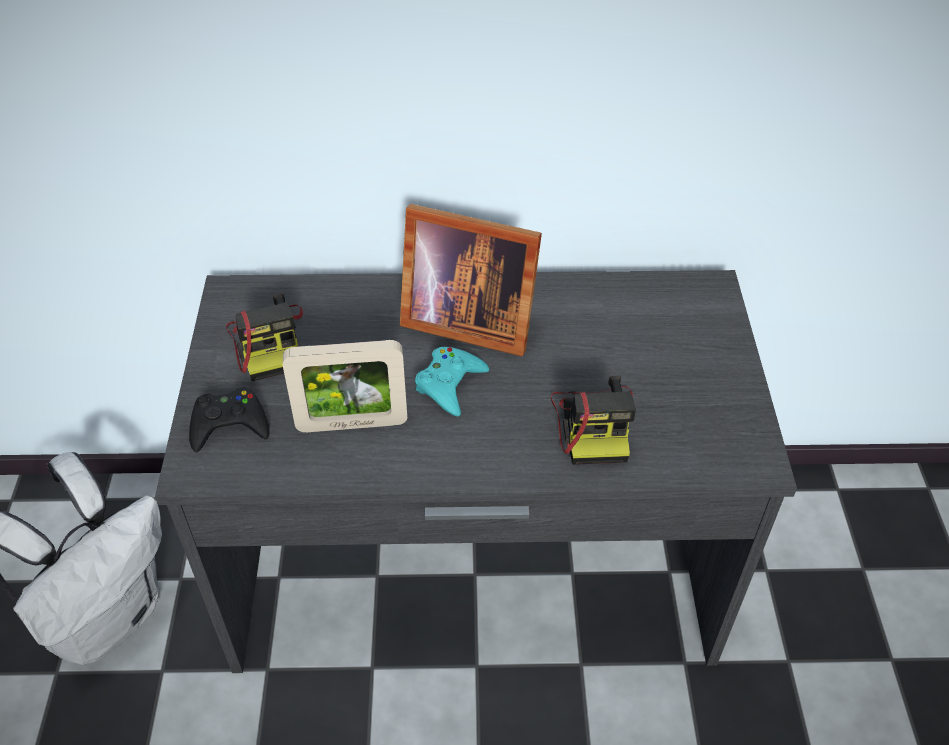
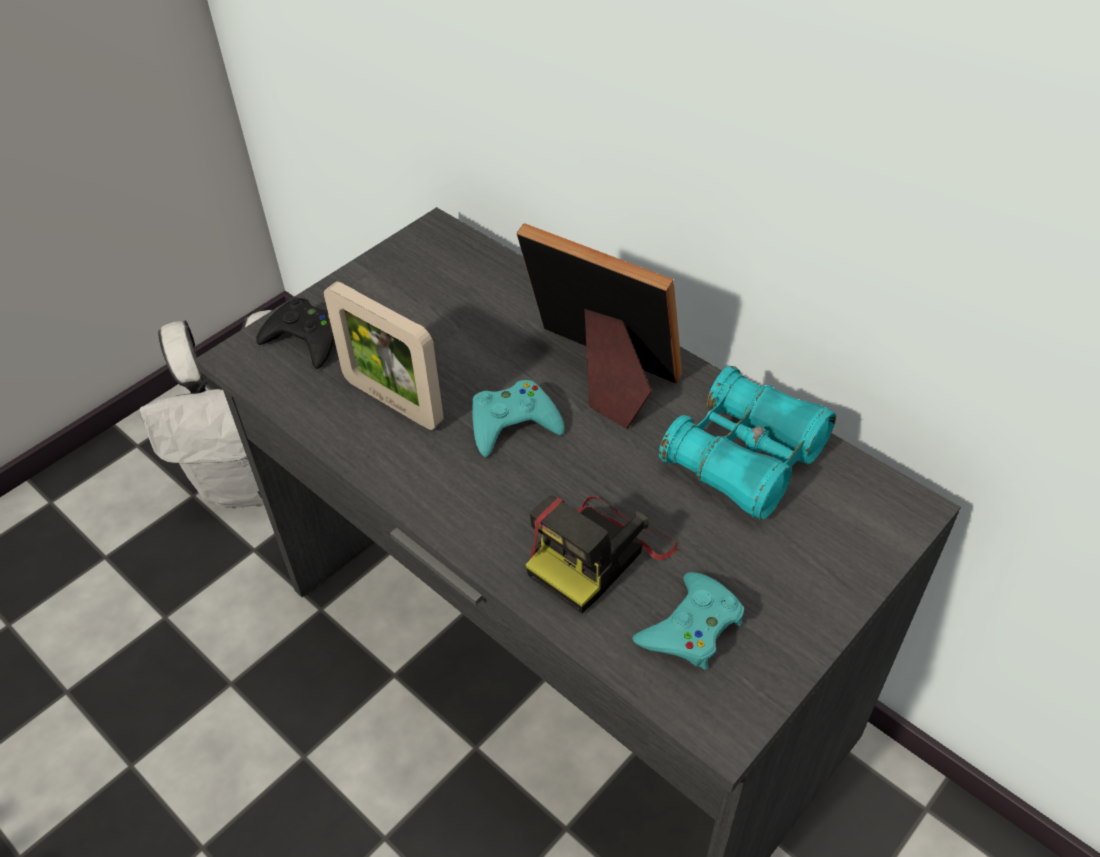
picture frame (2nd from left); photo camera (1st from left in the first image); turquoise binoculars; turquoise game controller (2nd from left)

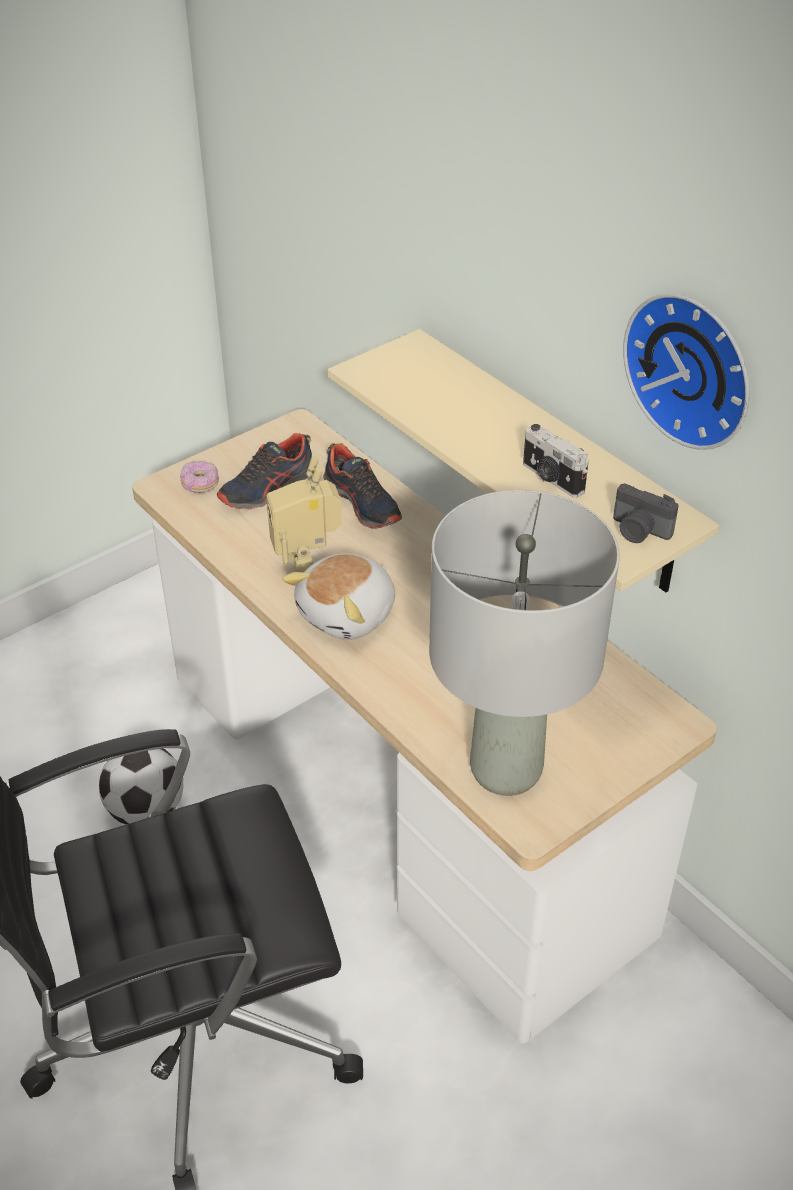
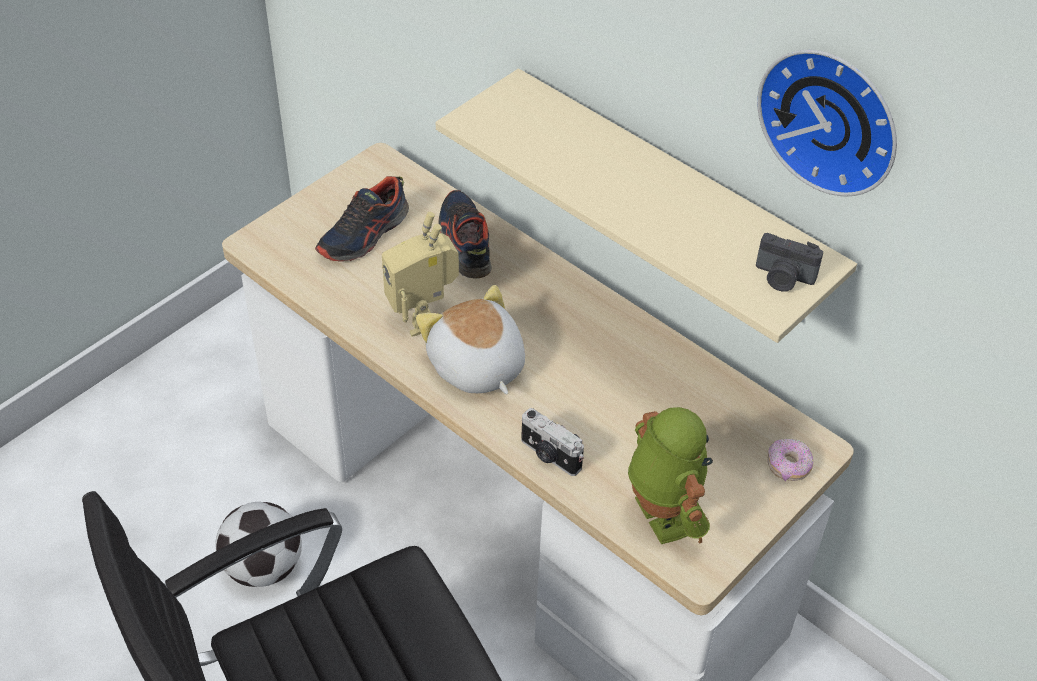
photo camera (1st from left); shoe (2nd from left); donut; toy robot (2nd from left); plush toy

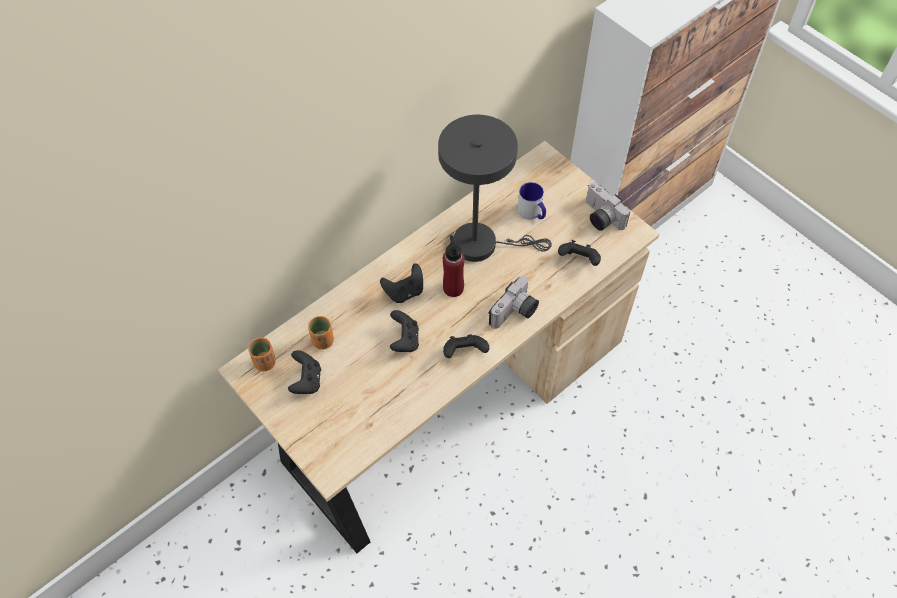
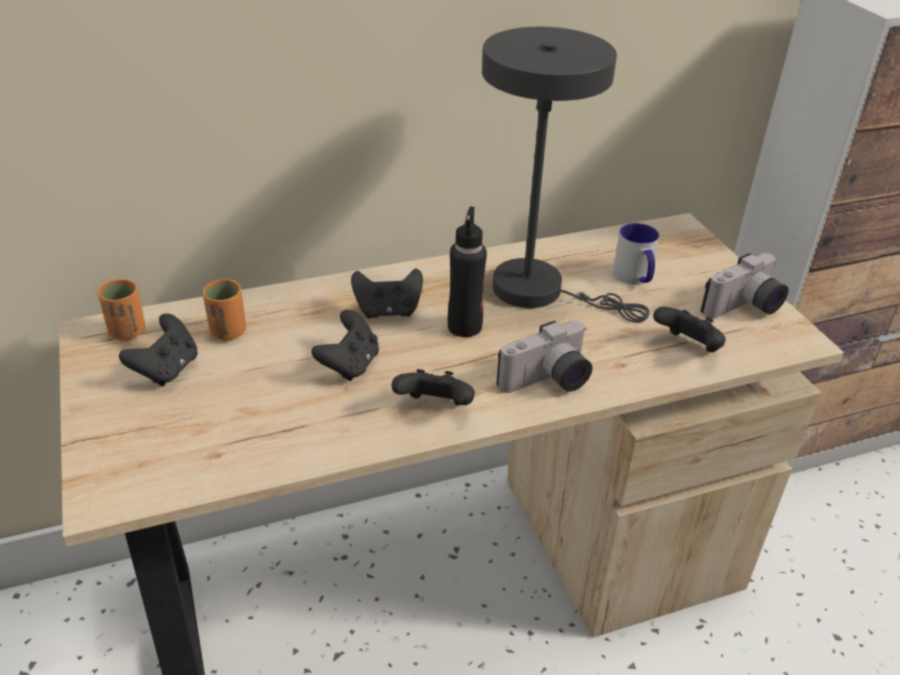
photo camera (2nd from left); black bottle

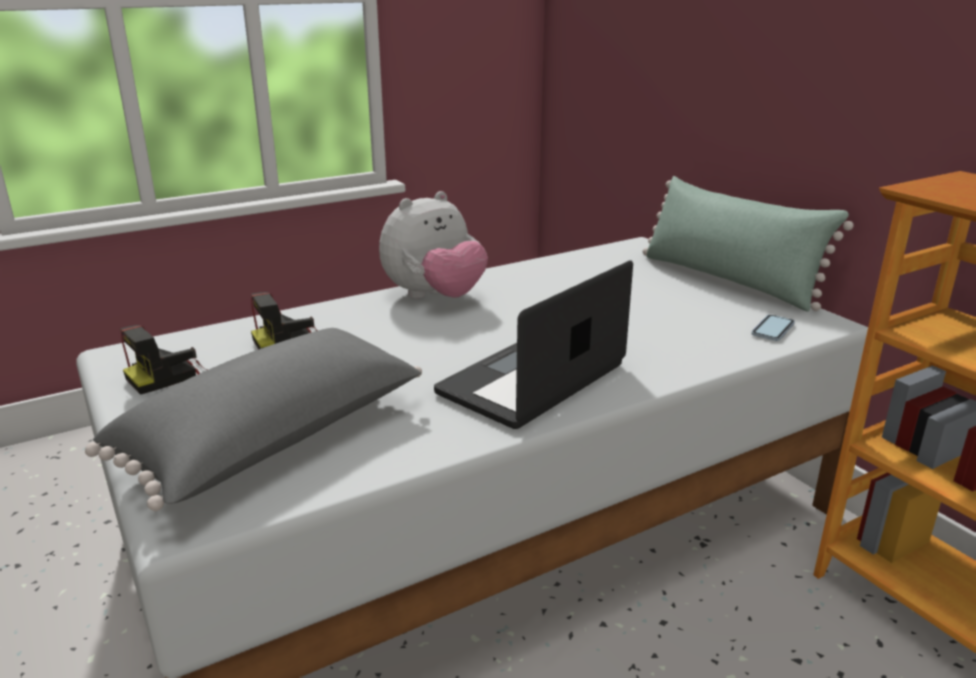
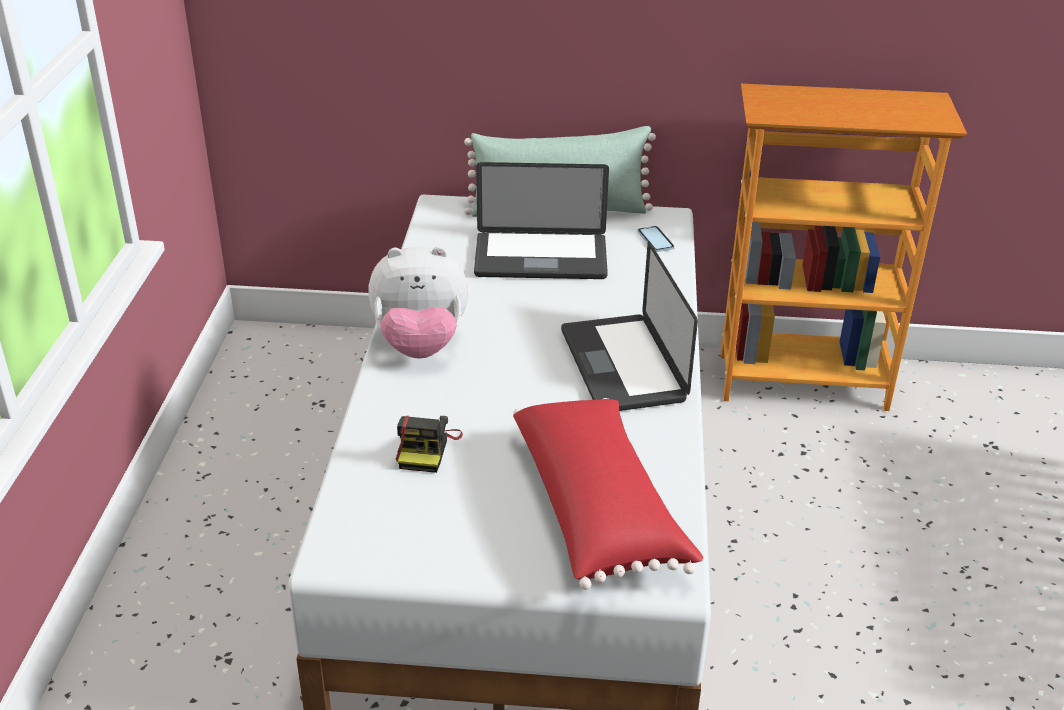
plush toy; photo camera (1st from left in the first image); red pillow; laptop (1st from left)

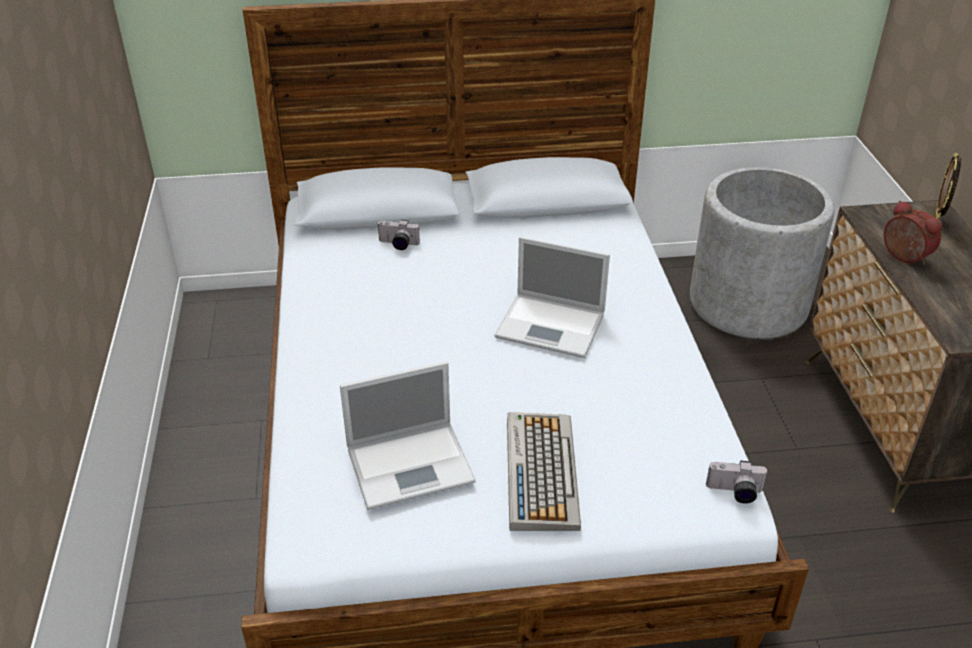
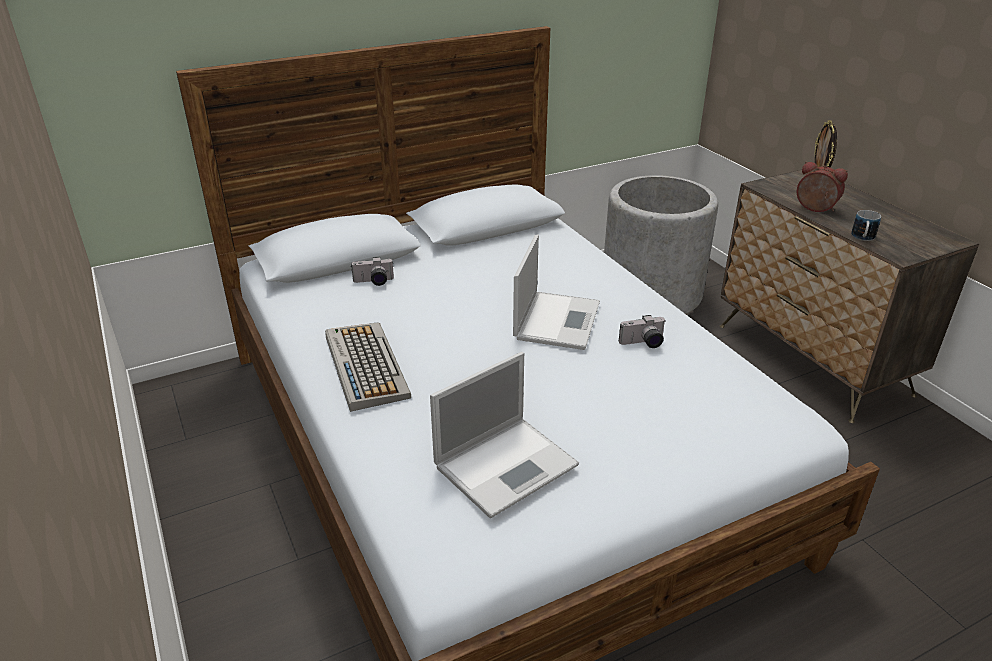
laptop (2nd from left); keyboard; photo camera (2nd from left); mug

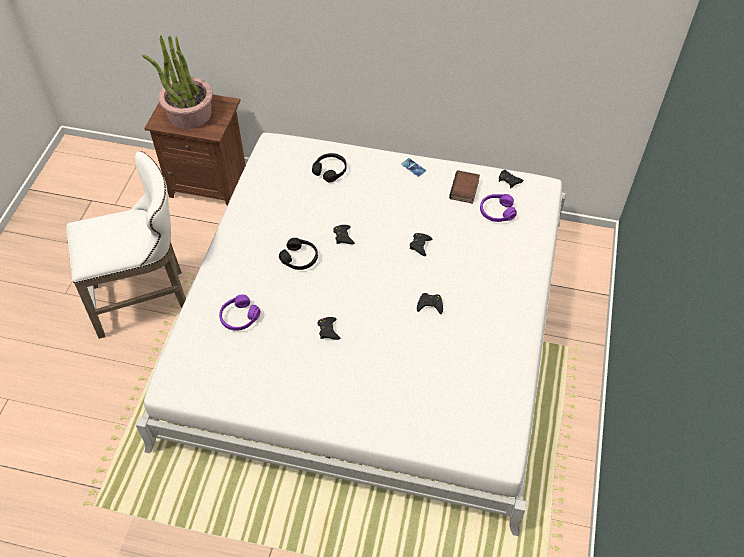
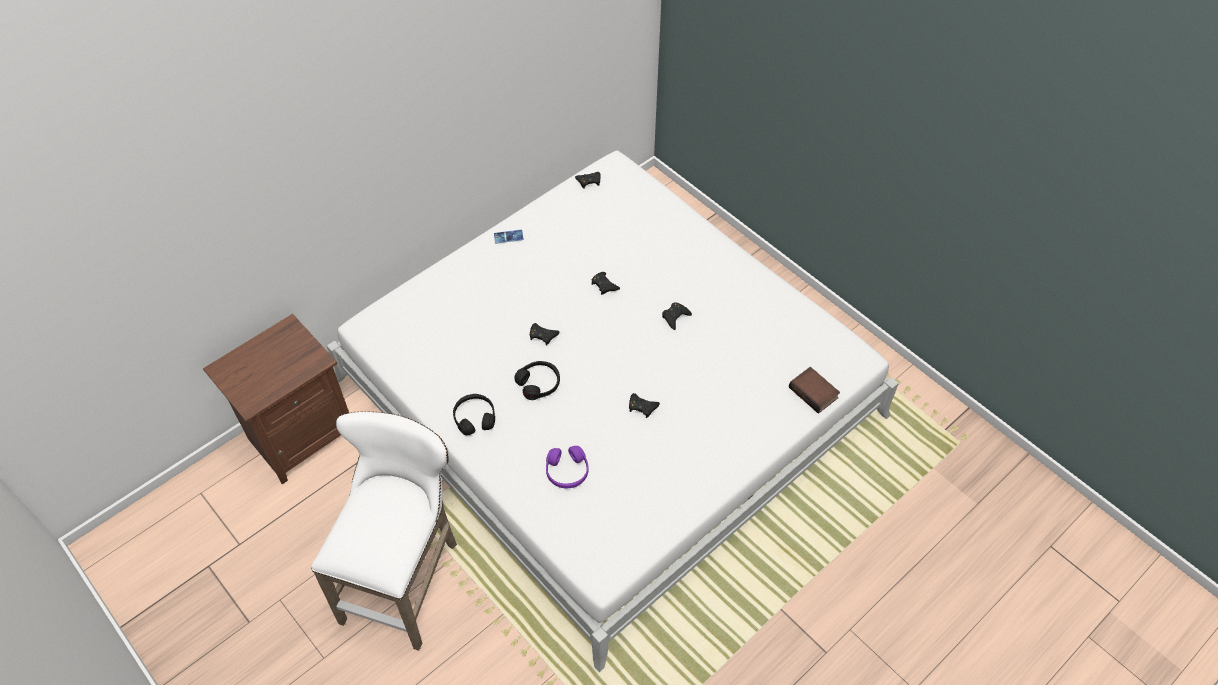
potted plant; black headphones (1st from left); book; purple headphones (2nd from left in the first image)

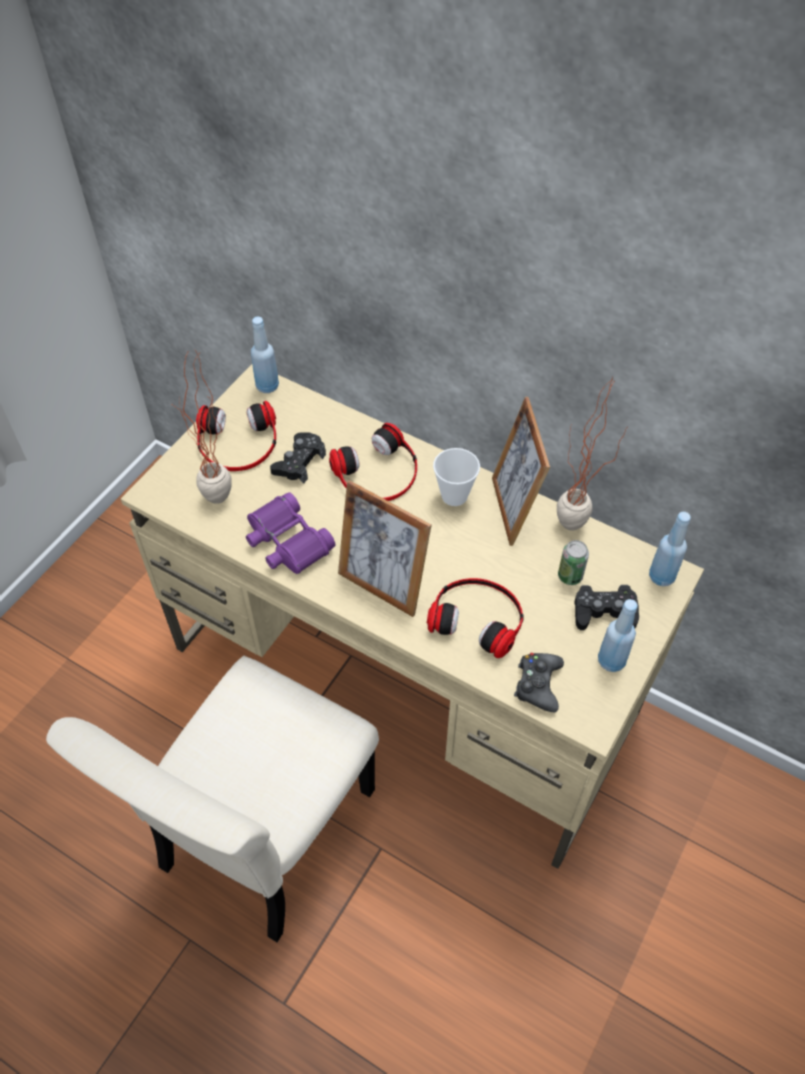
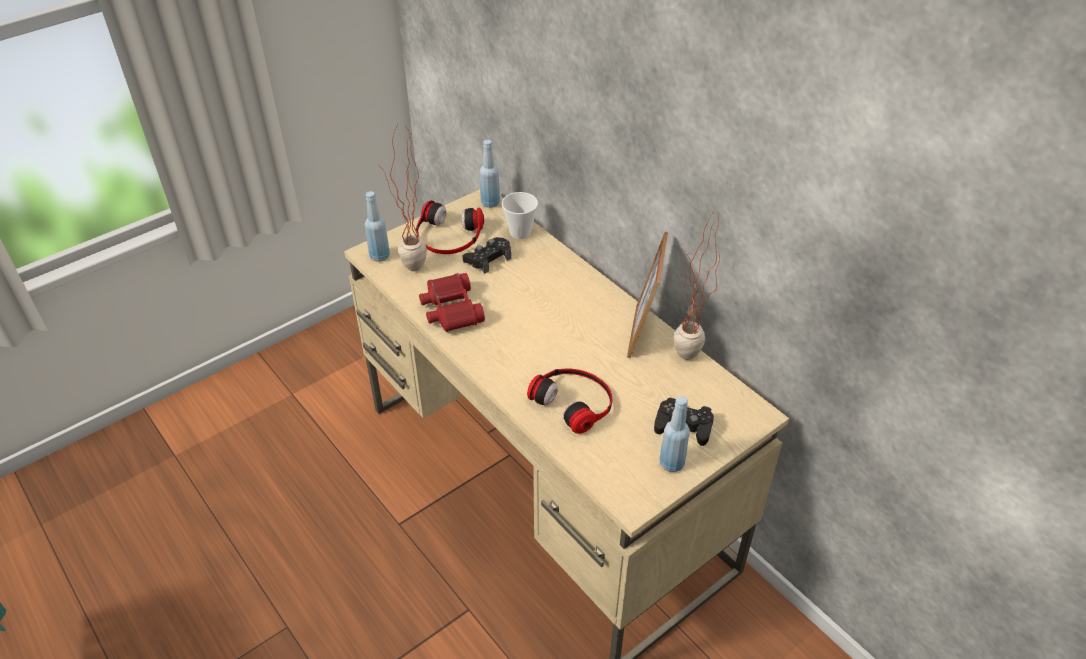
headphones (2nd from left in the first image); cup; picture frame (1st from left in the first image); red binoculars; blue bottle (1st from left); can; black game controller (2nd from left in the first image); beige chair

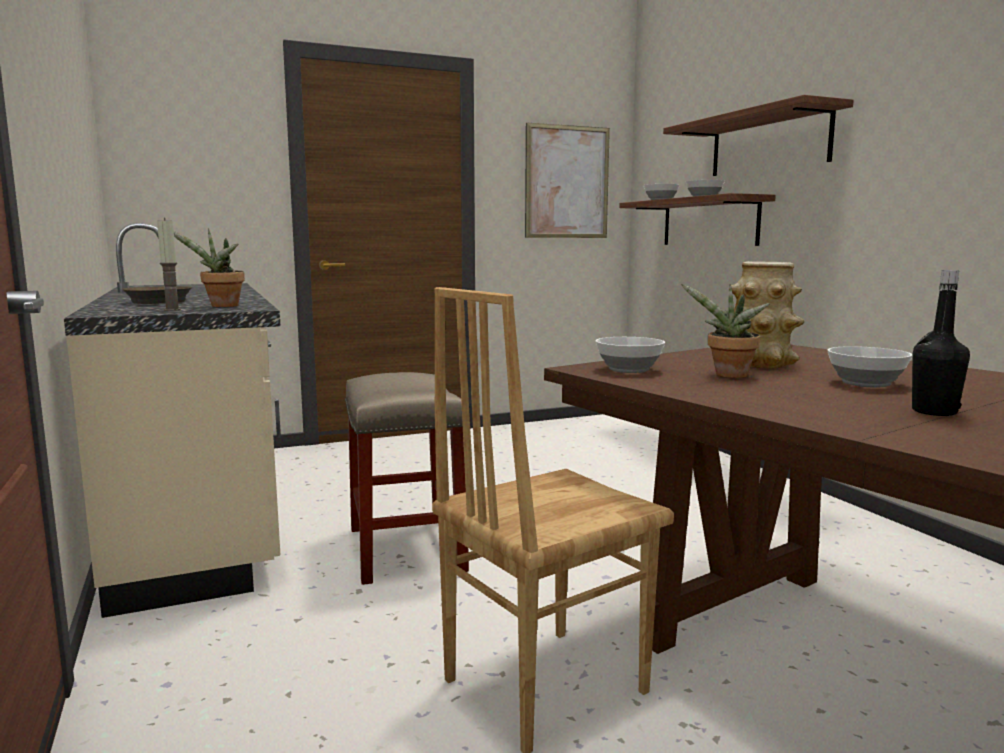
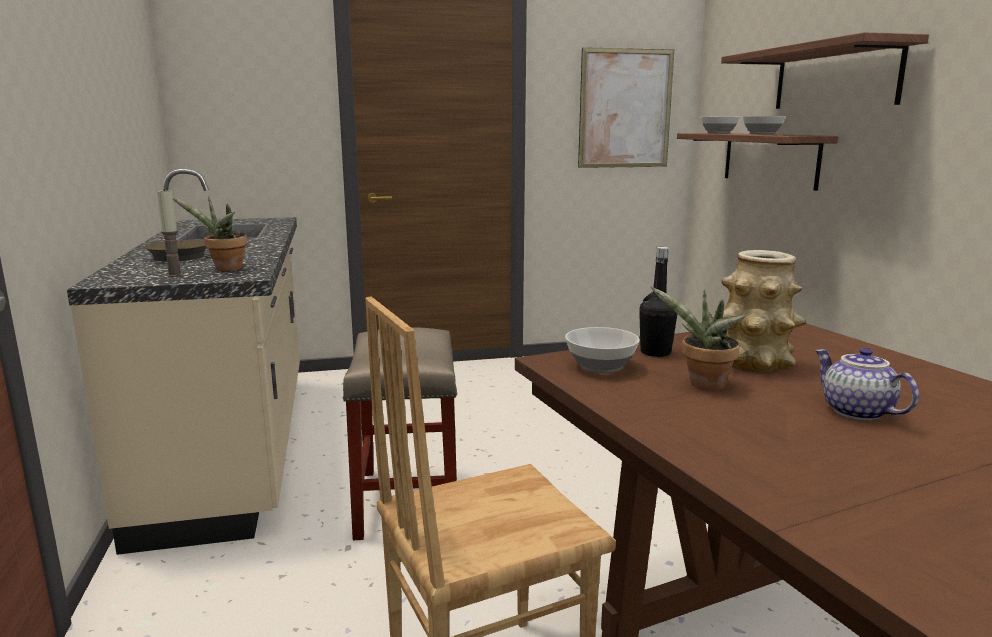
black bottle; teapot

